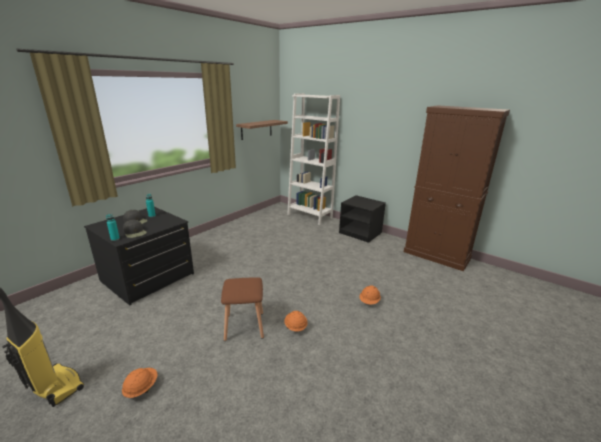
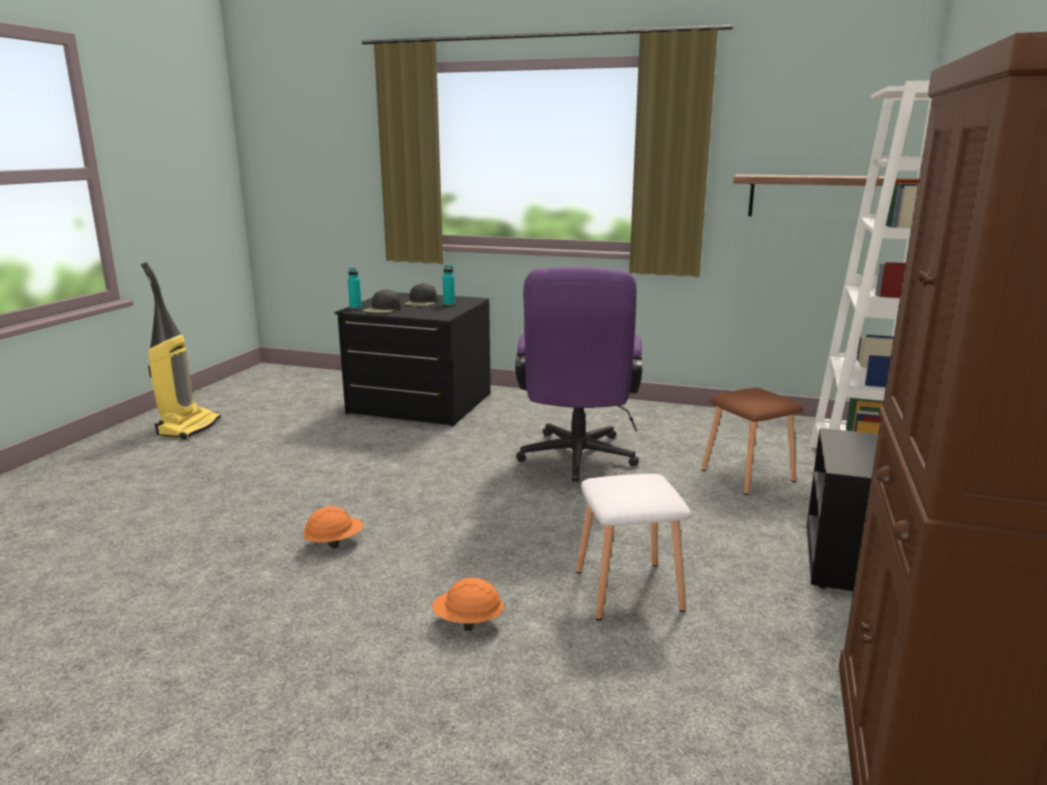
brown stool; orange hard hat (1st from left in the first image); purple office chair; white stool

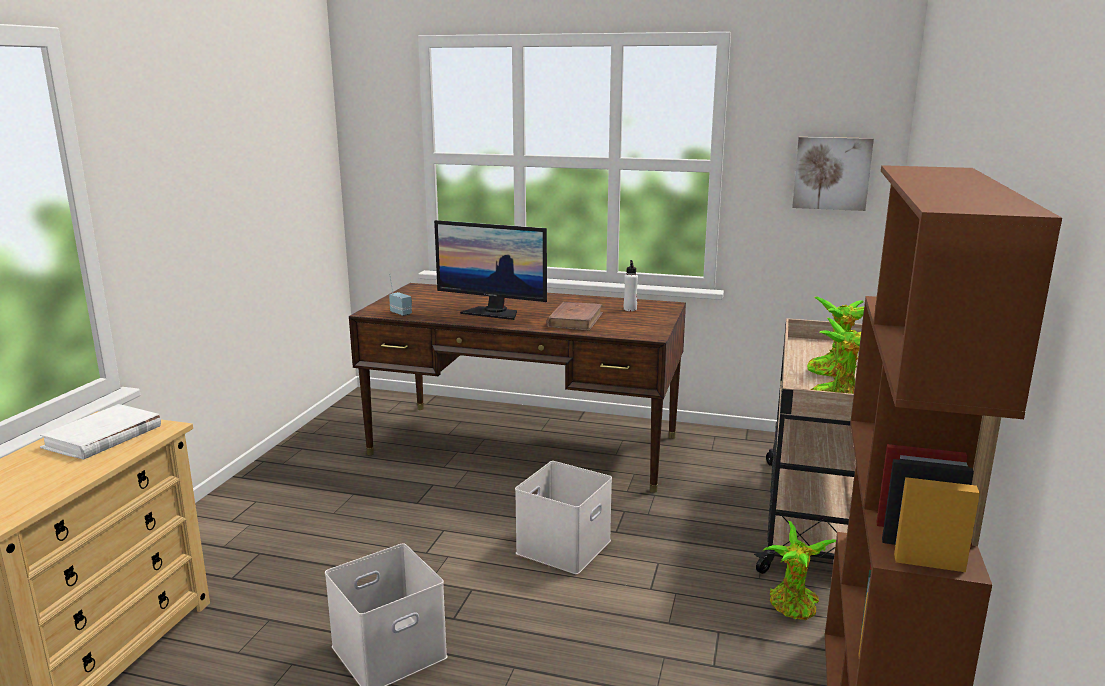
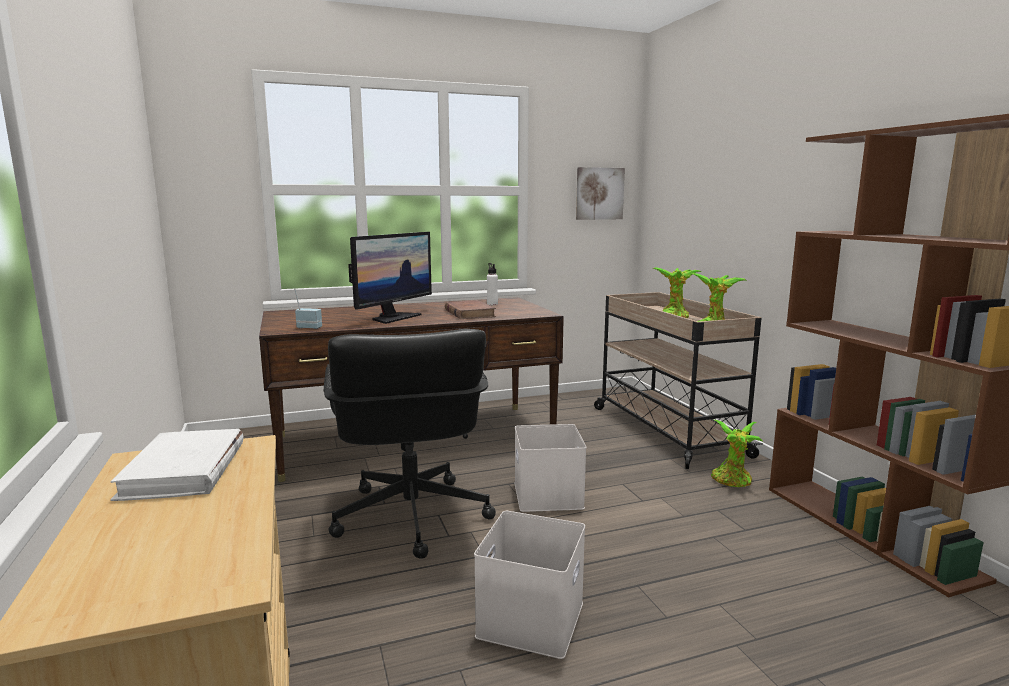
monitor; black office chair

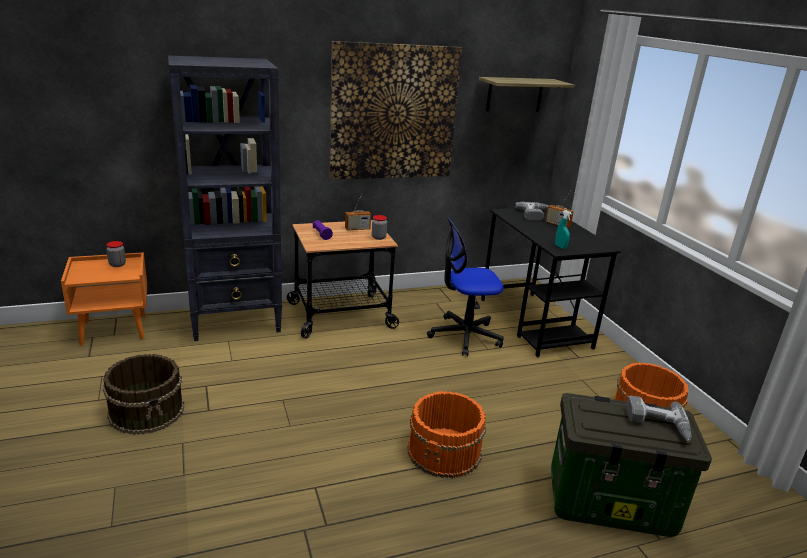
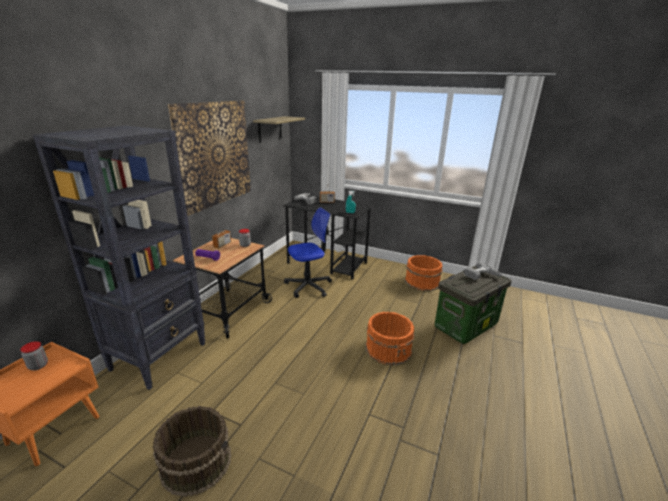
office chair

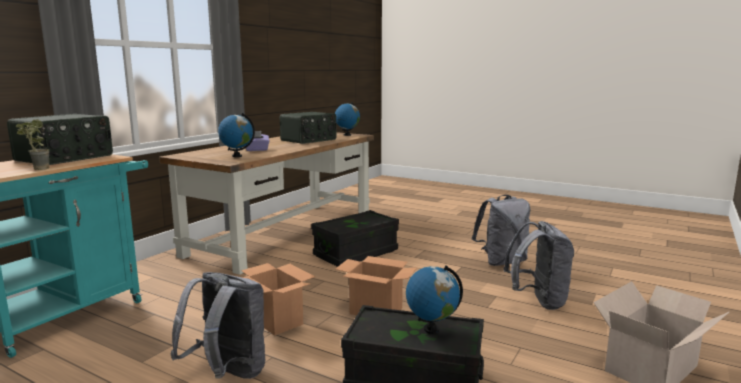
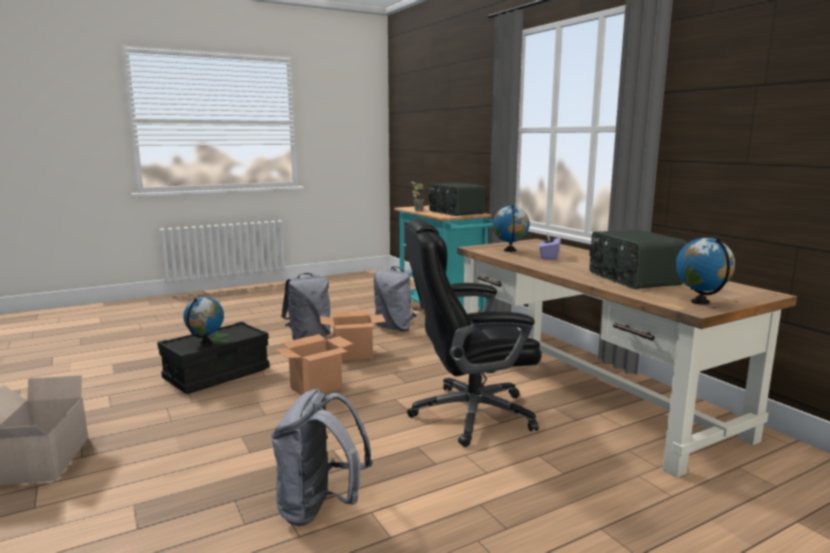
black office chair; grey backpack (3rd from left)

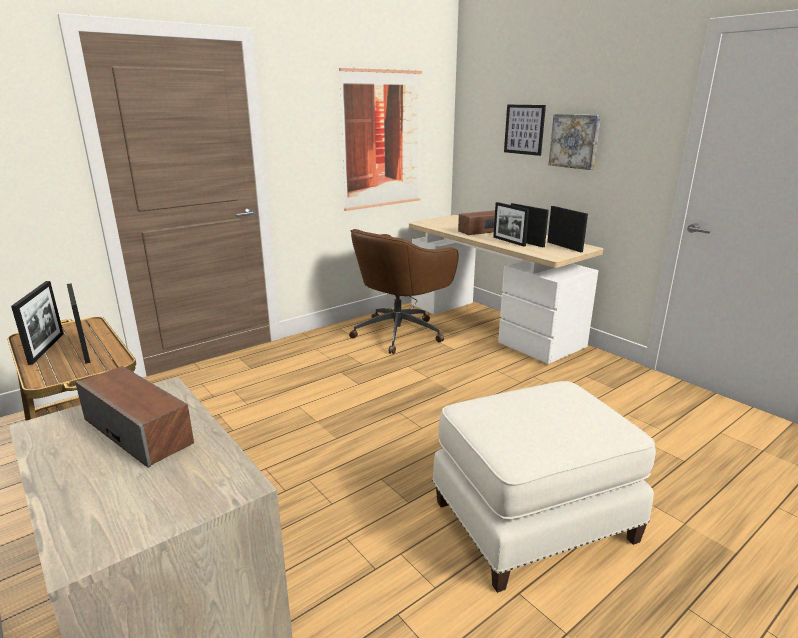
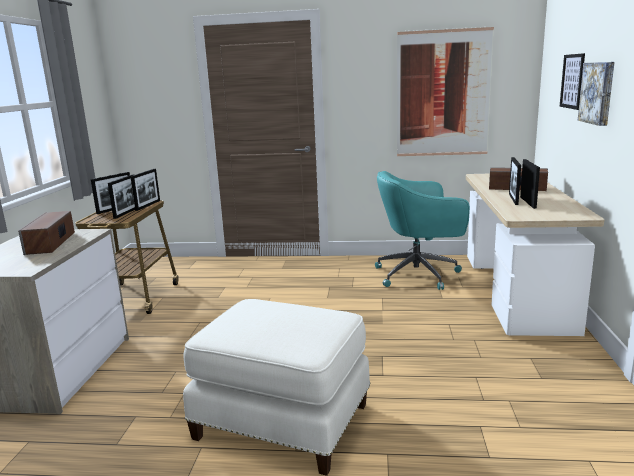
picture frame (3rd from left); turquoise office chair

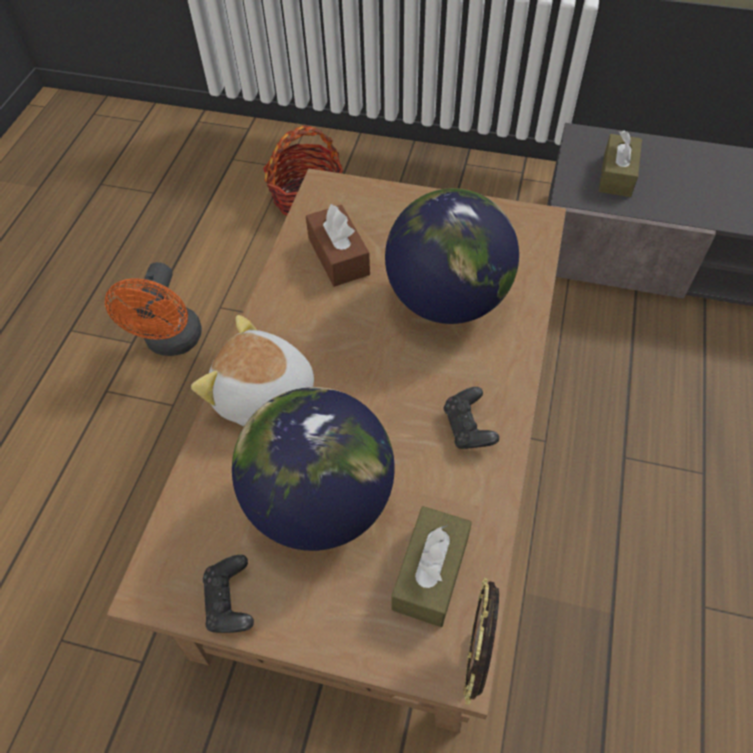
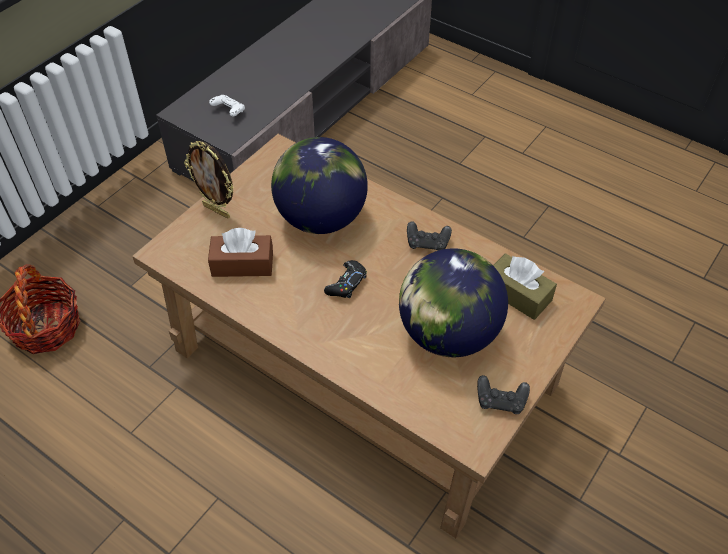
white game controller; orange fan; plush toy; picture frame; black game controller (1st from left)

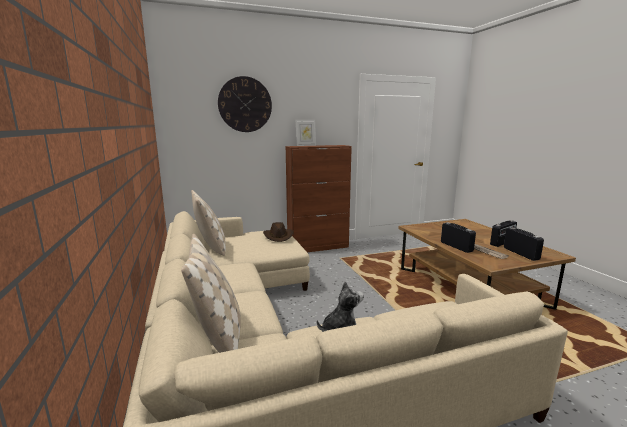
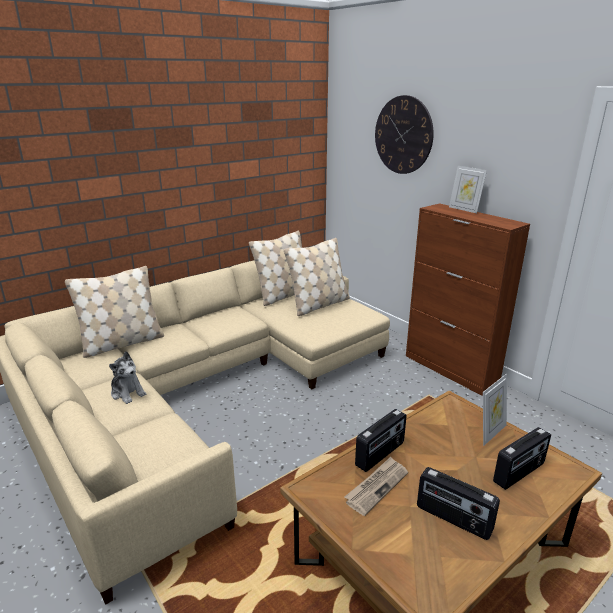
brown hat; radio (3rd from left); beige pillow (3rd from left); picture frame (2nd from left)

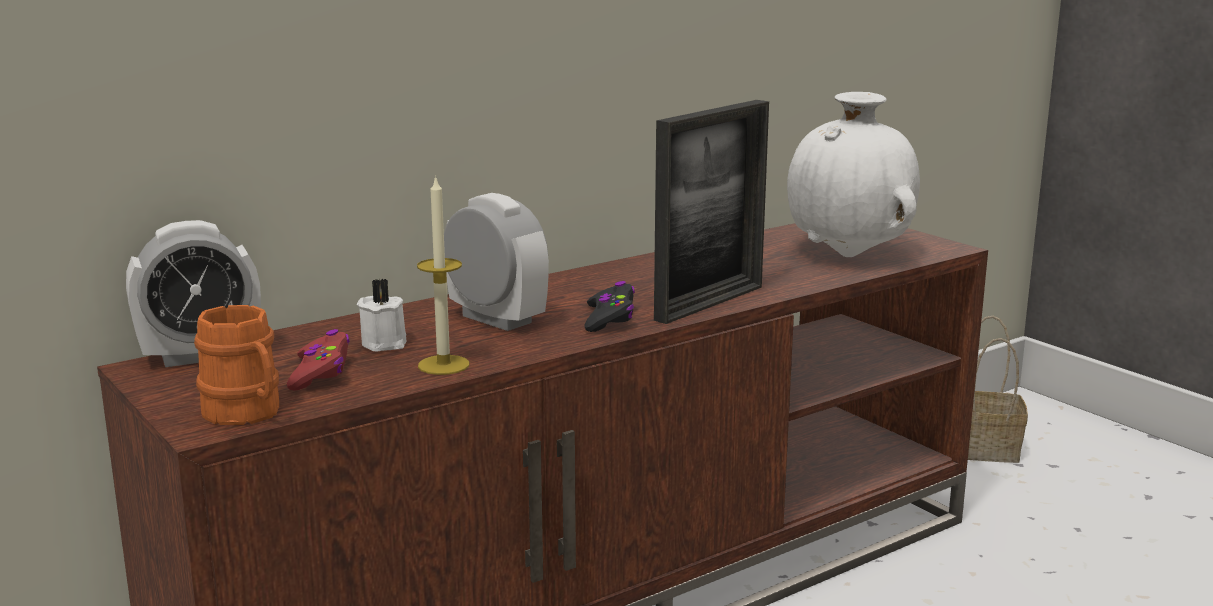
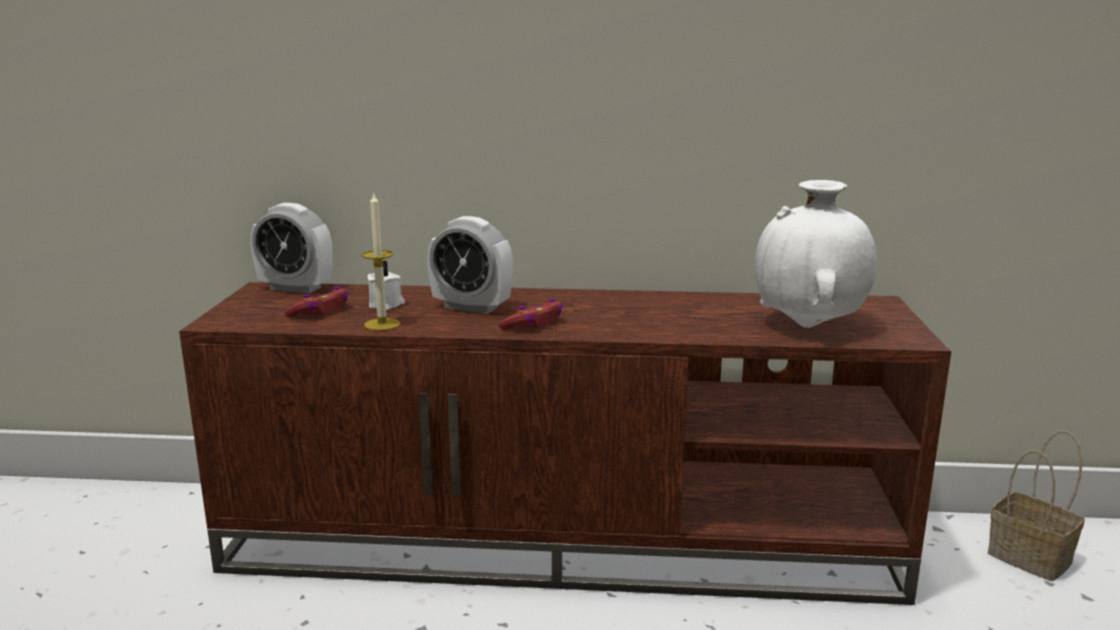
picture frame; alarm clock (2nd from left); red game controller (2nd from left); orange mug

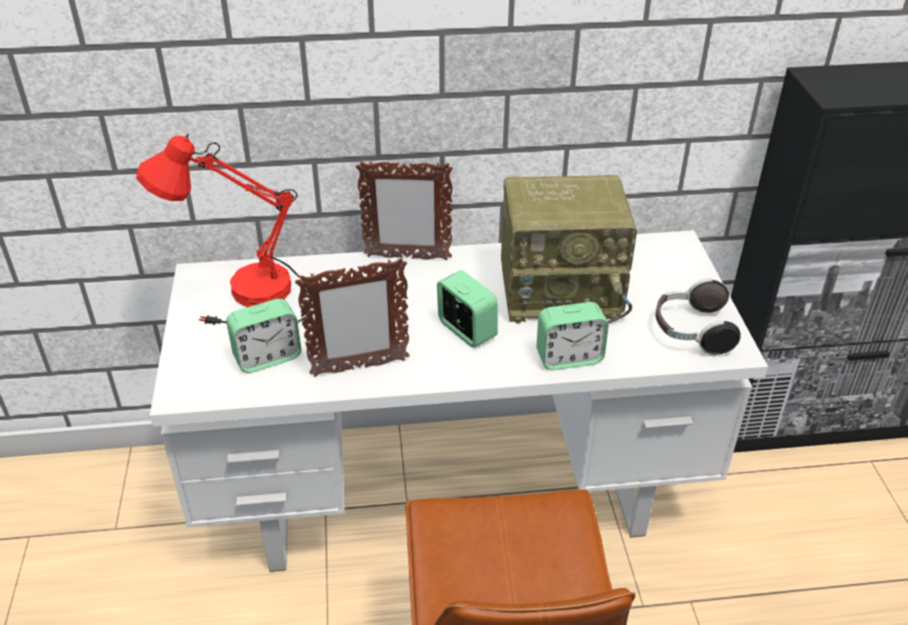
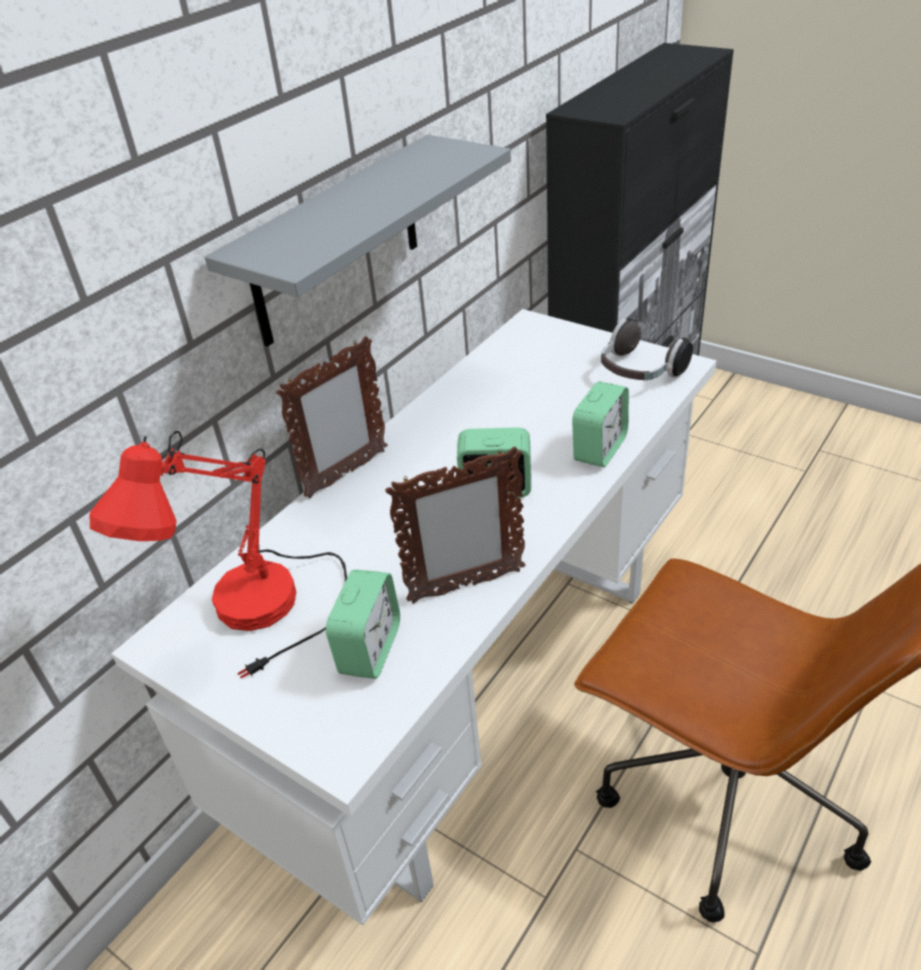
radio; picture frame (2nd from left); grey shelf

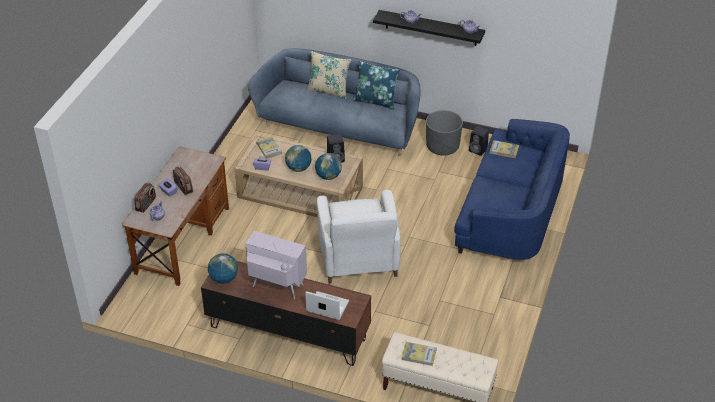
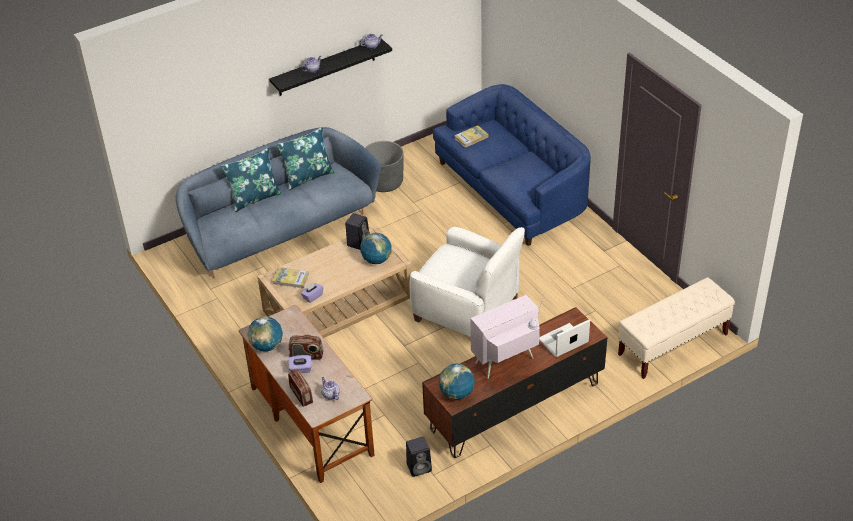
blue pillow (1st from left); black speaker (2nd from left); globe (1st from left); book (2nd from left in the first image)

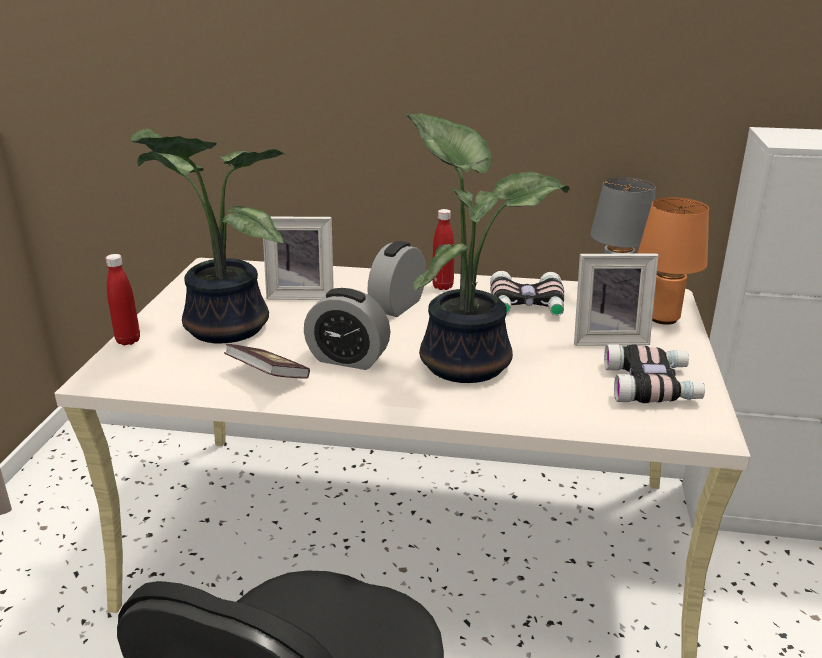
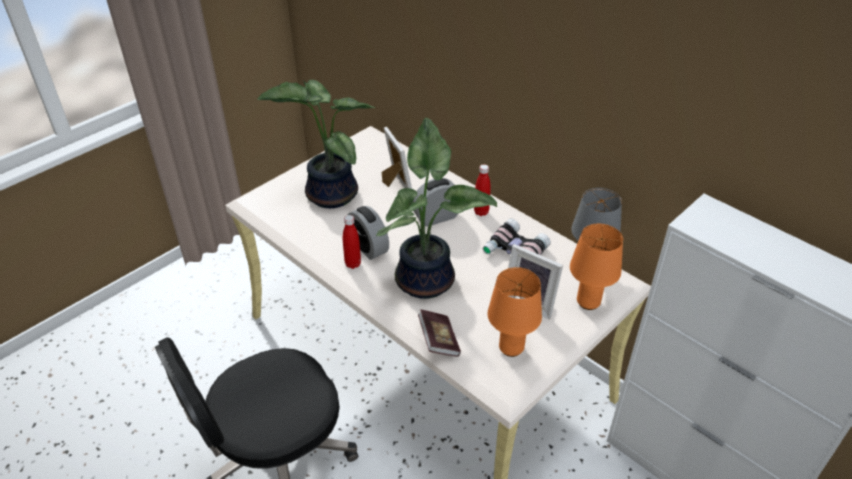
picture frame (1st from left); red bottle (1st from left); book; orange table lamp (1st from left)

